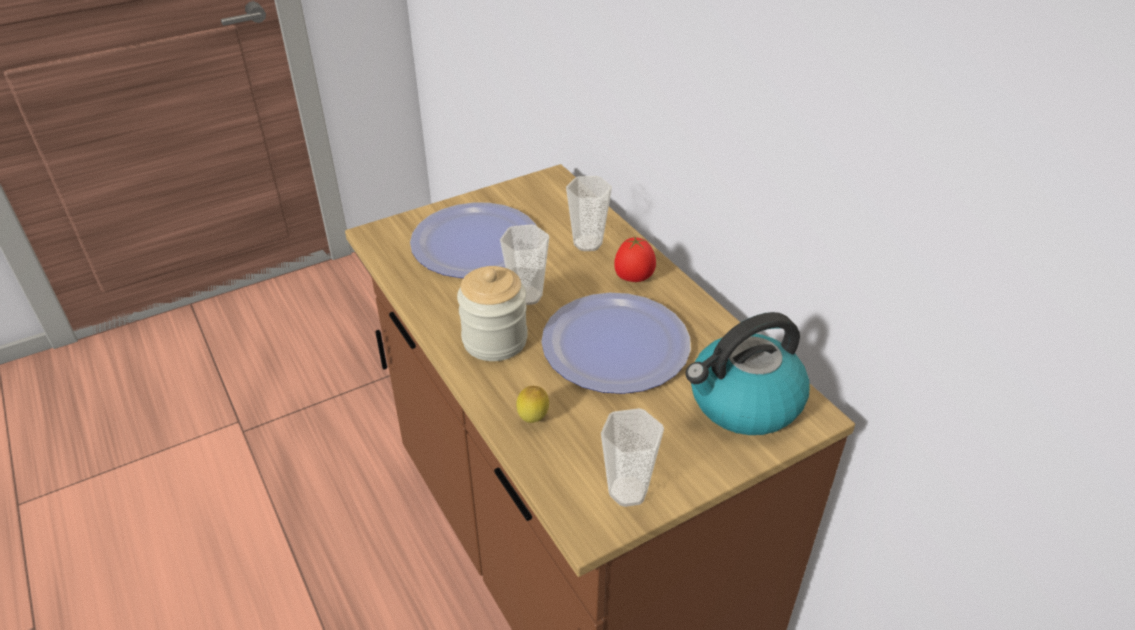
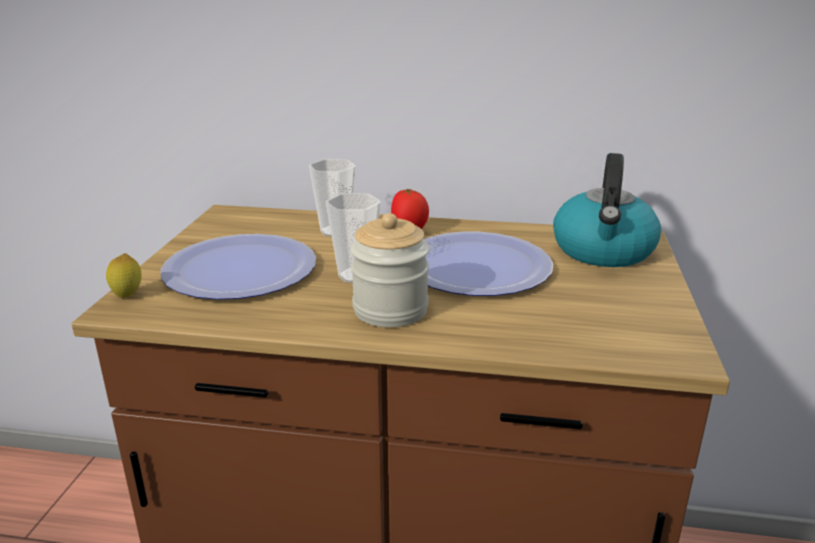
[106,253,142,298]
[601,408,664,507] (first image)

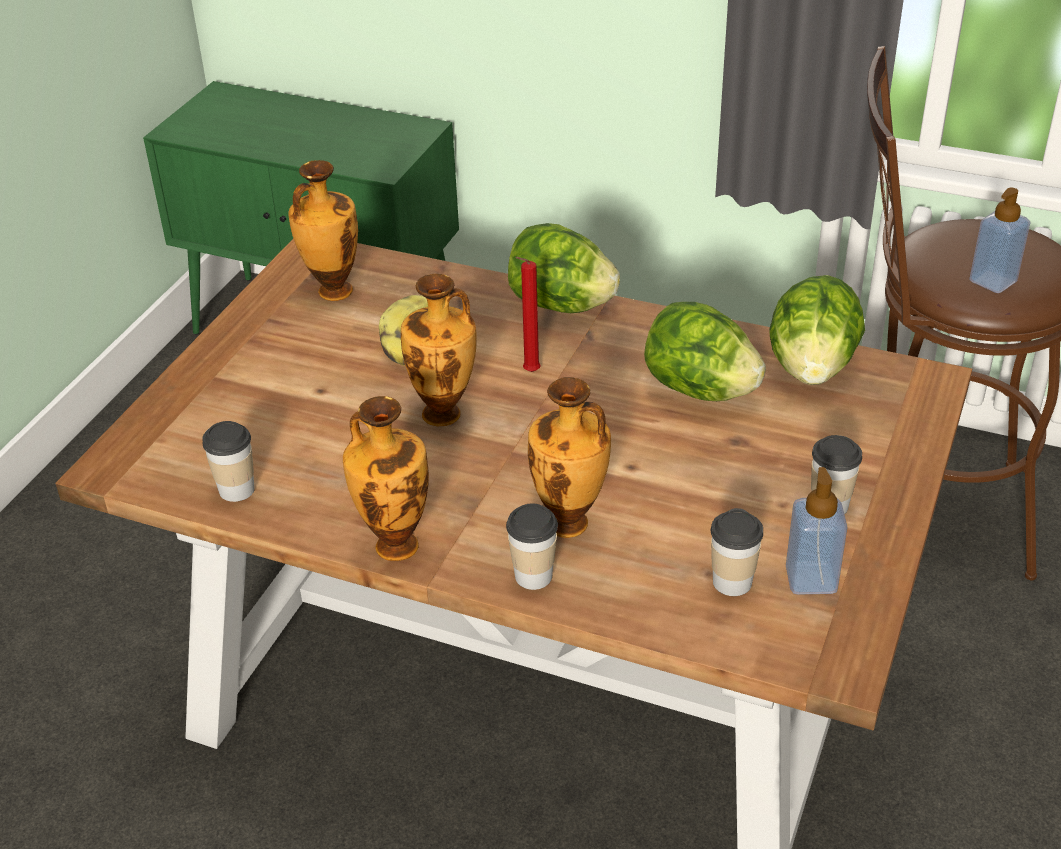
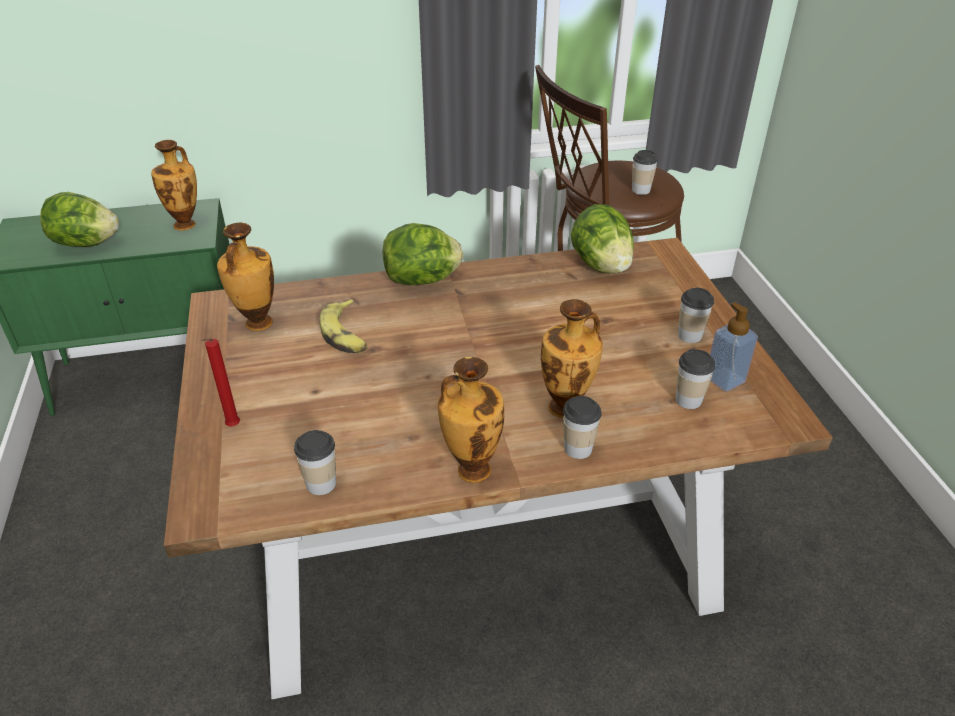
[40,192,119,247]
[151,140,197,231]
[201,338,240,426]
[632,150,658,195]

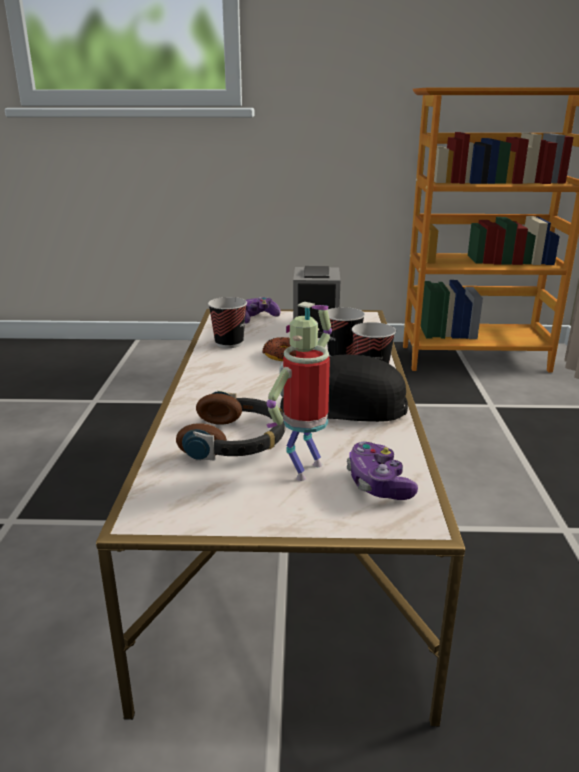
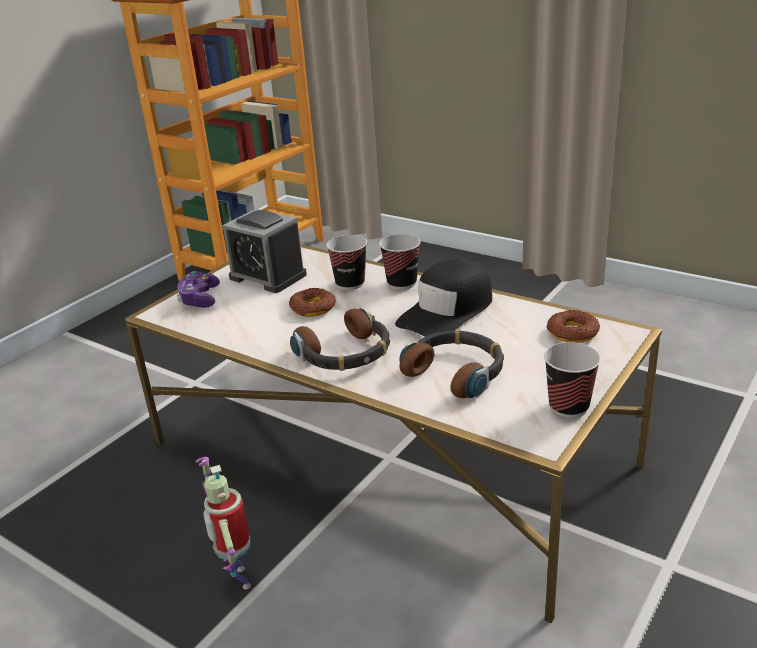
[195,457,251,589]
[290,308,390,371]
[544,342,601,418]
[547,310,600,343]

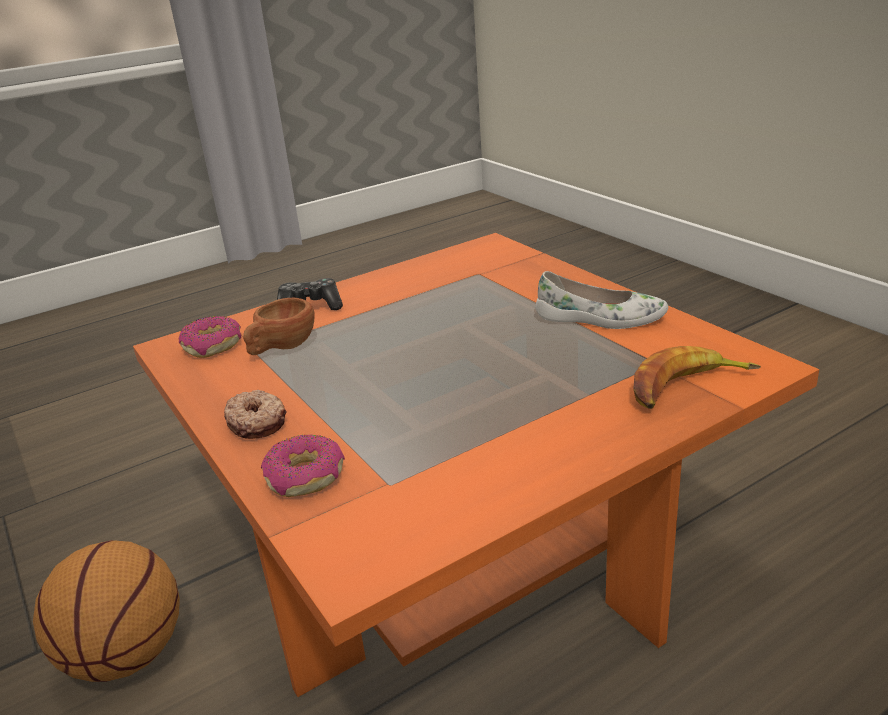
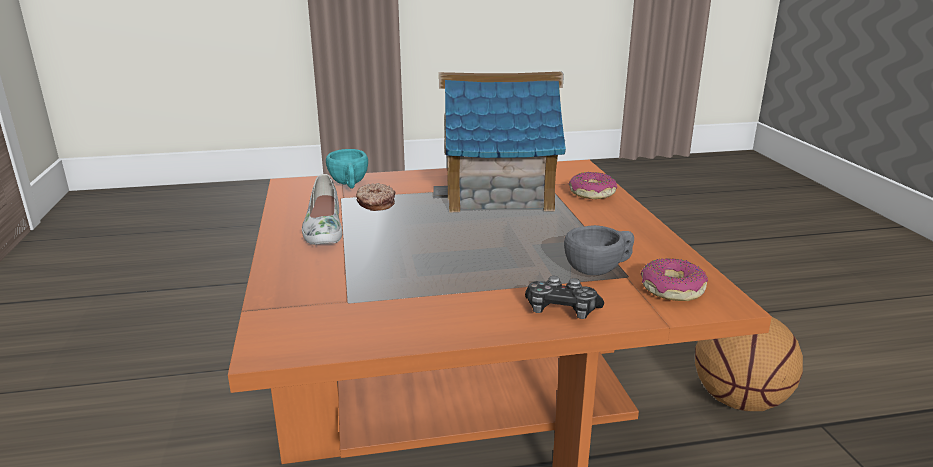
[302,174,343,245]
[326,149,368,189]
[356,183,395,211]
[433,72,566,212]
[564,225,634,275]

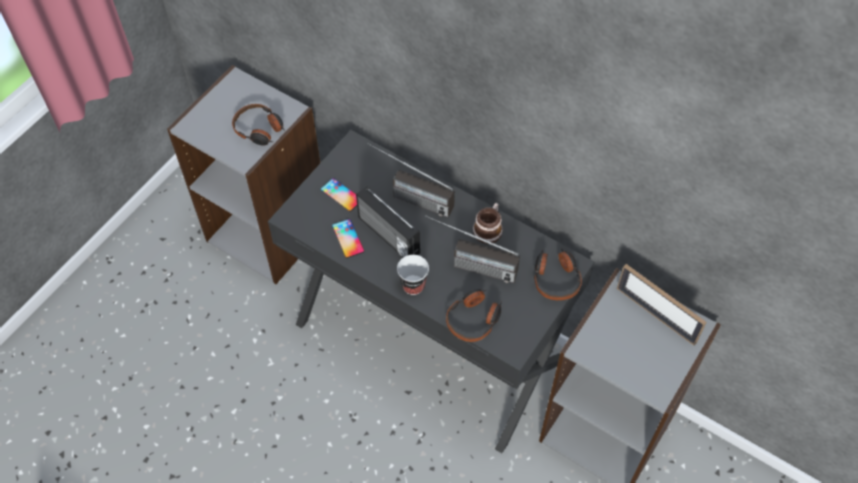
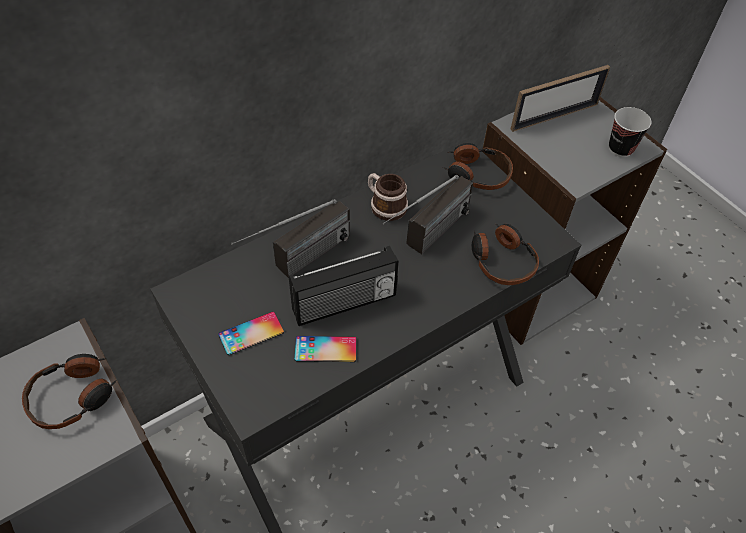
[609,107,651,157]

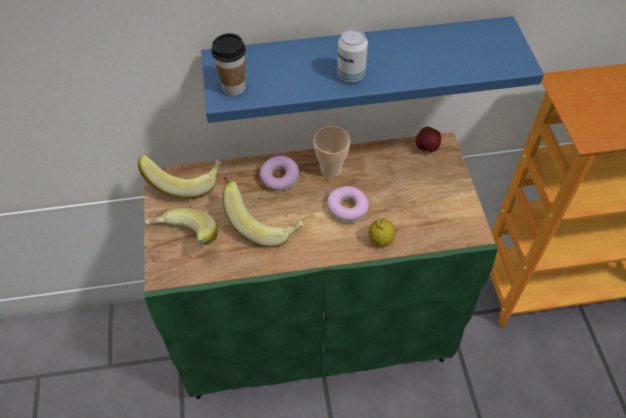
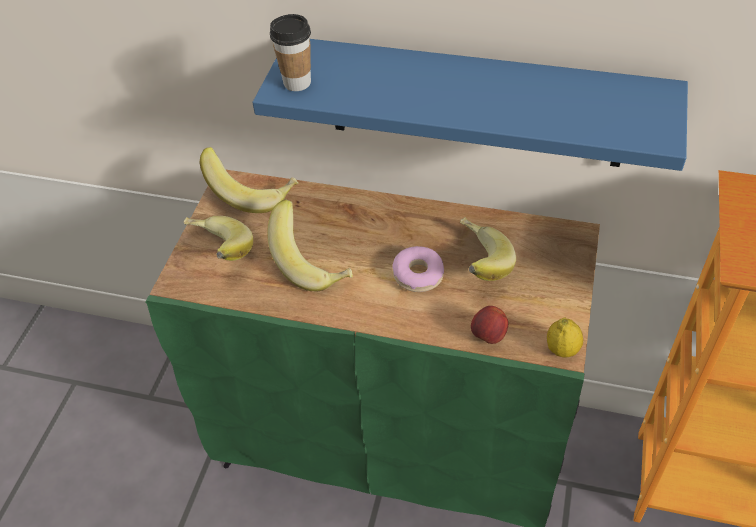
[460,217,516,281]
[471,306,508,344]
[547,317,583,358]
[259,156,299,191] (first image)
[313,126,350,178] (first image)
[337,29,368,82] (first image)

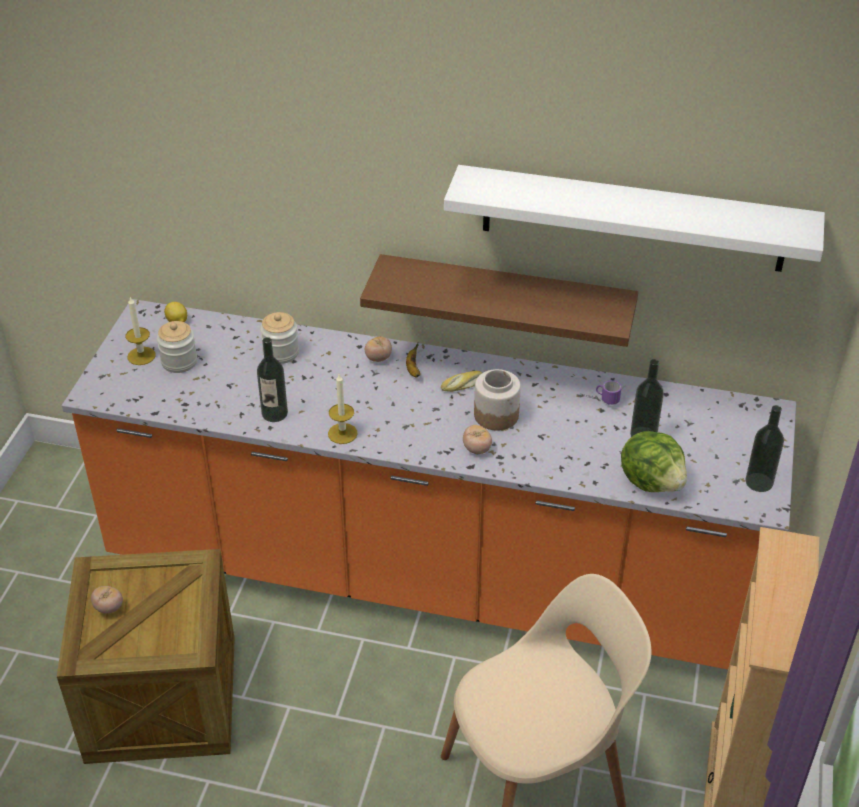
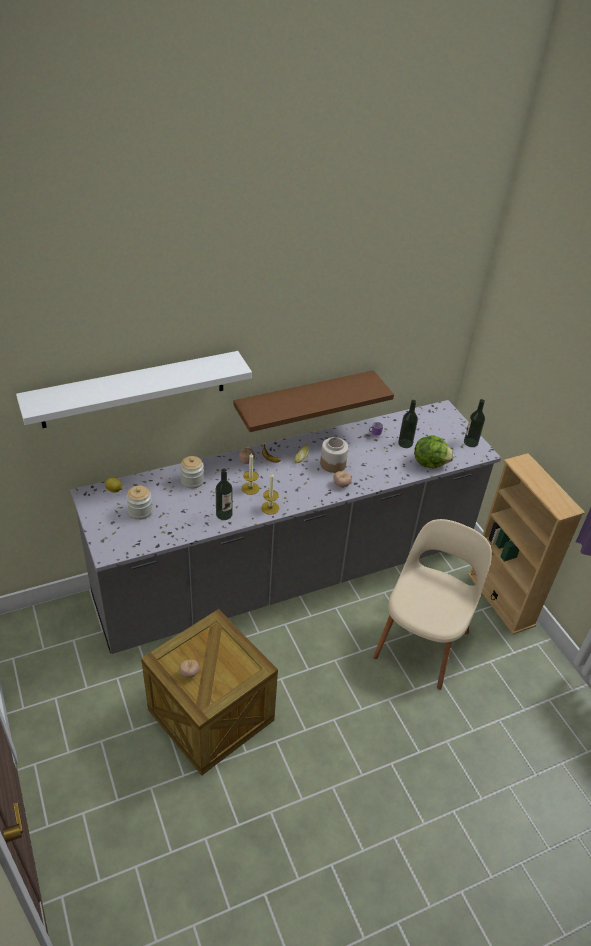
[16,351,252,428]
[70,400,501,654]
[242,452,259,495]

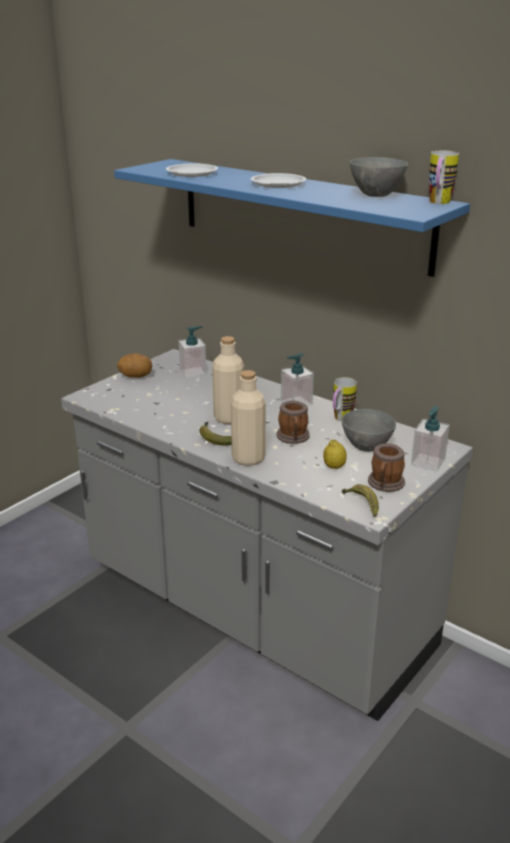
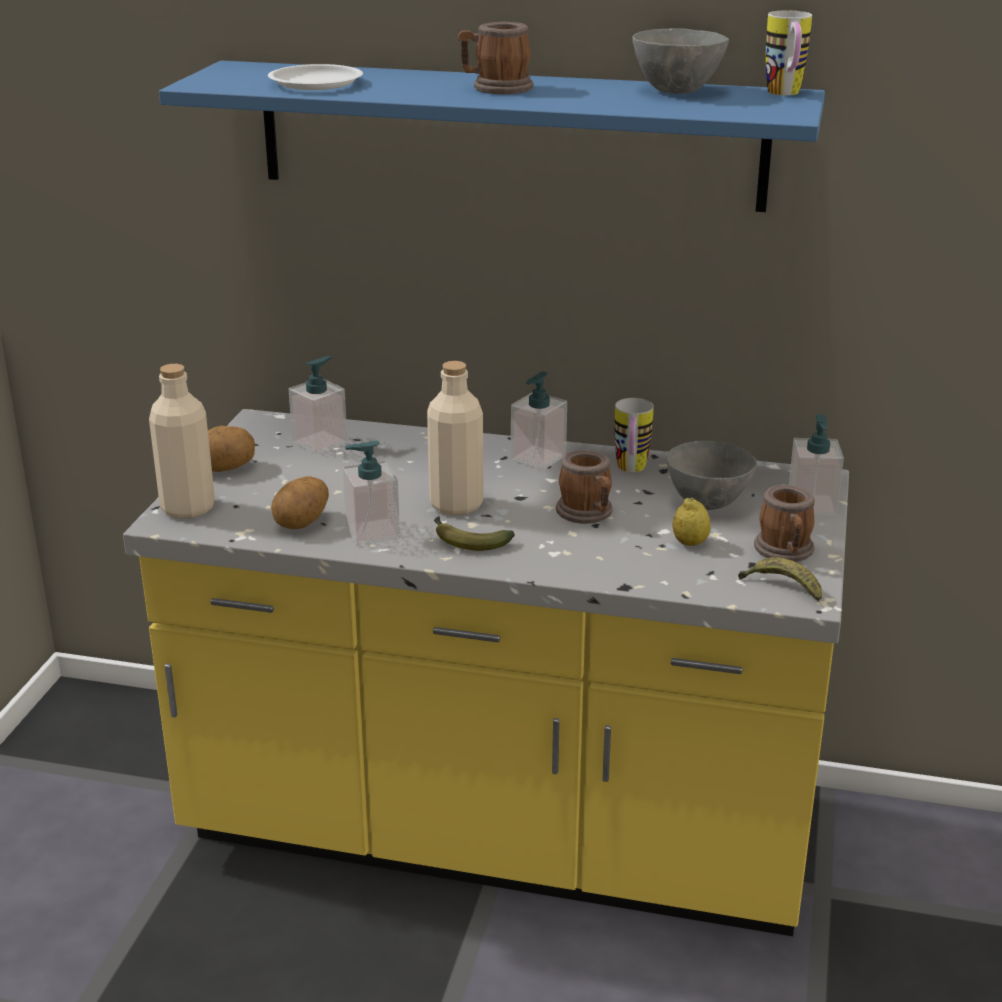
[123,409,849,936]
[149,364,215,519]
[271,476,329,529]
[342,440,400,546]
[458,22,533,94]

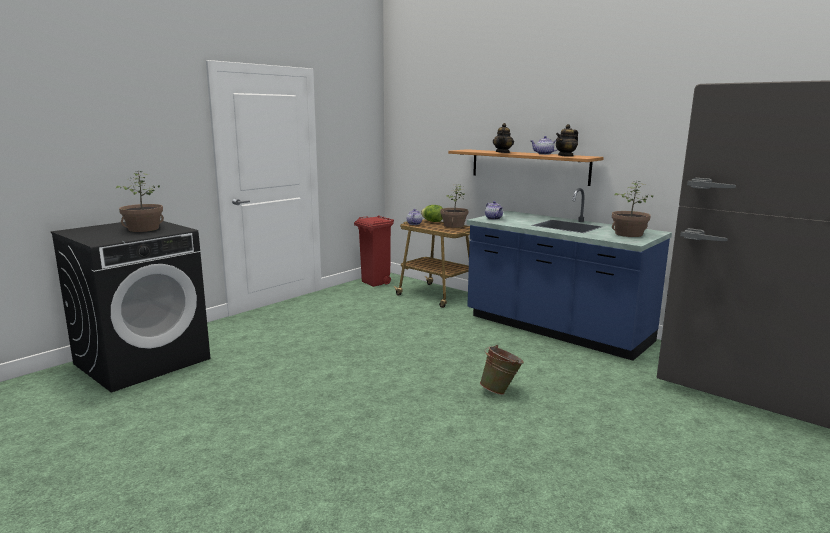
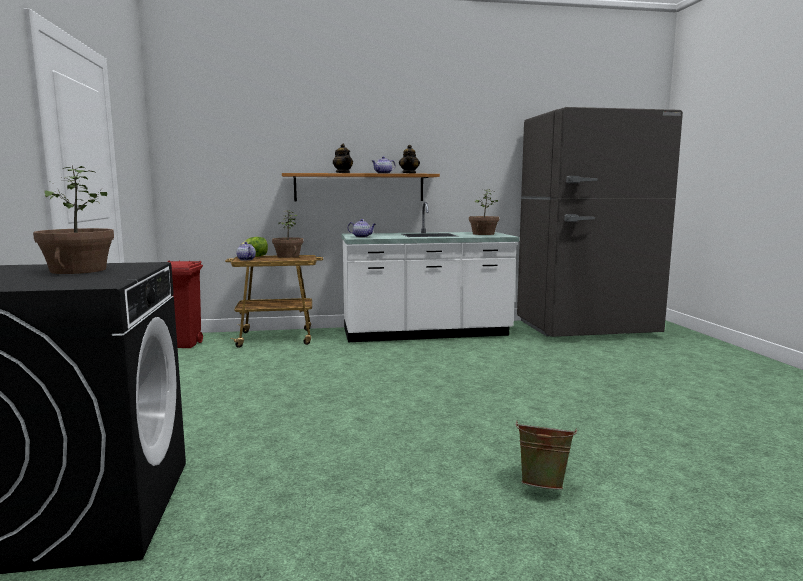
[342,202,519,342]
[515,420,577,490]

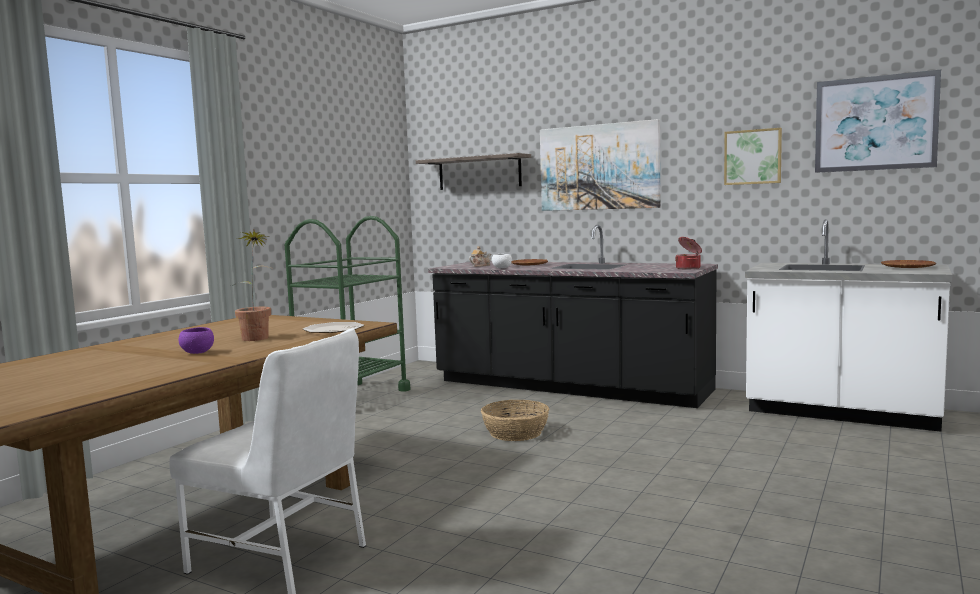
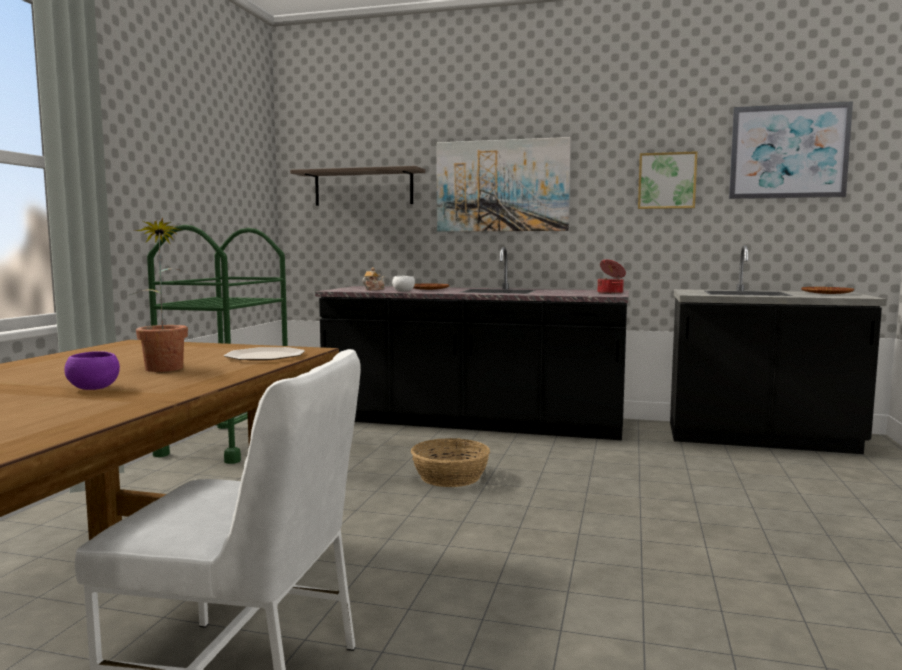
[670,245,887,454]

